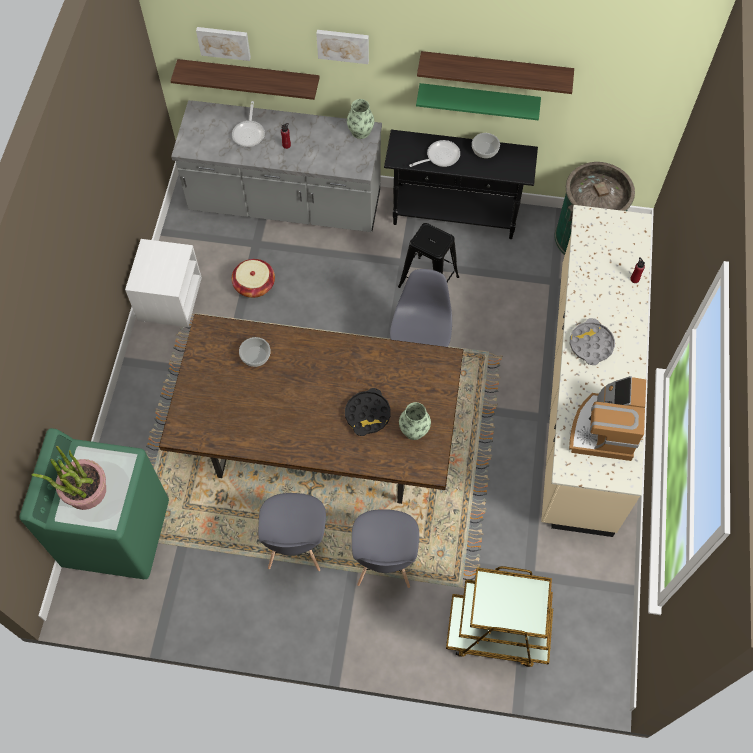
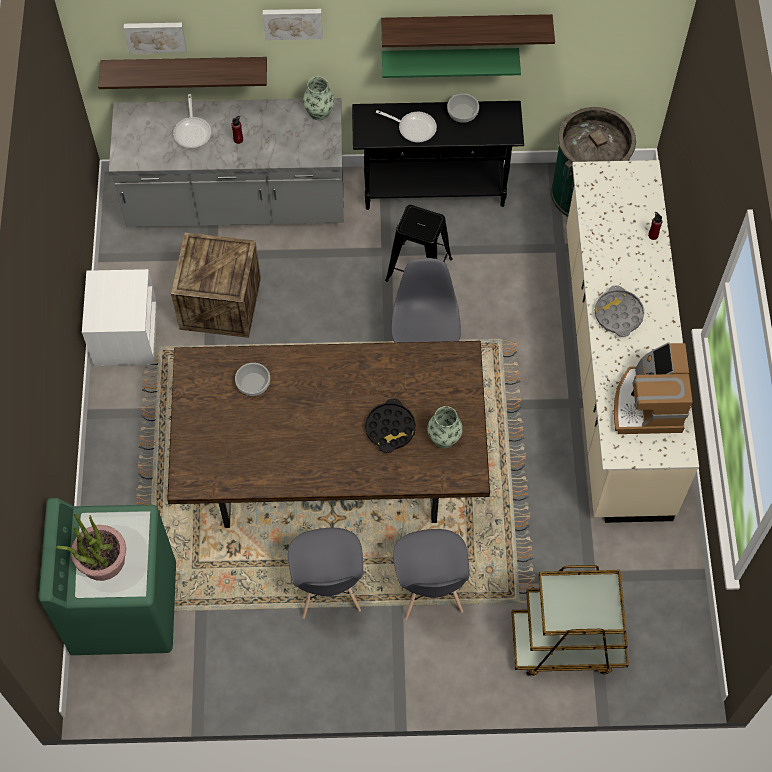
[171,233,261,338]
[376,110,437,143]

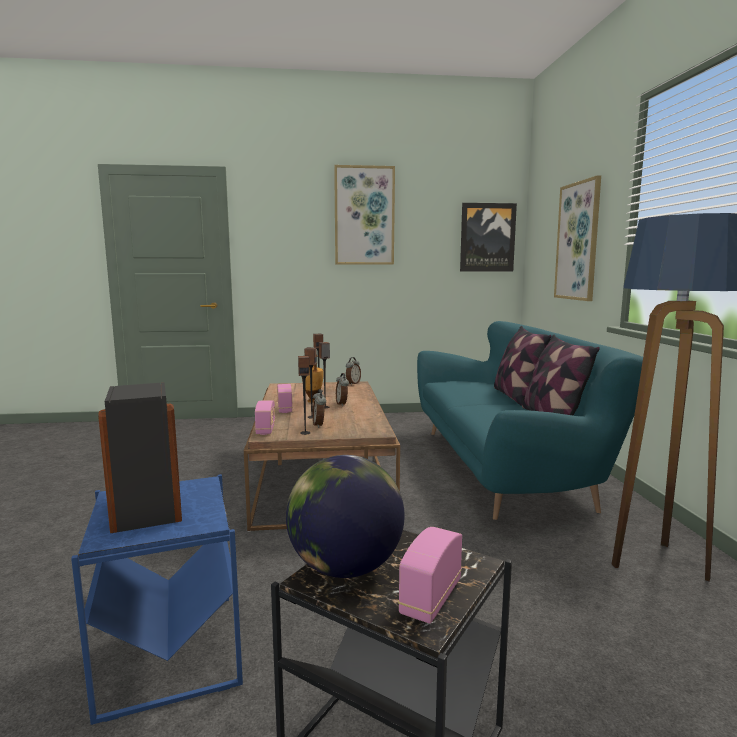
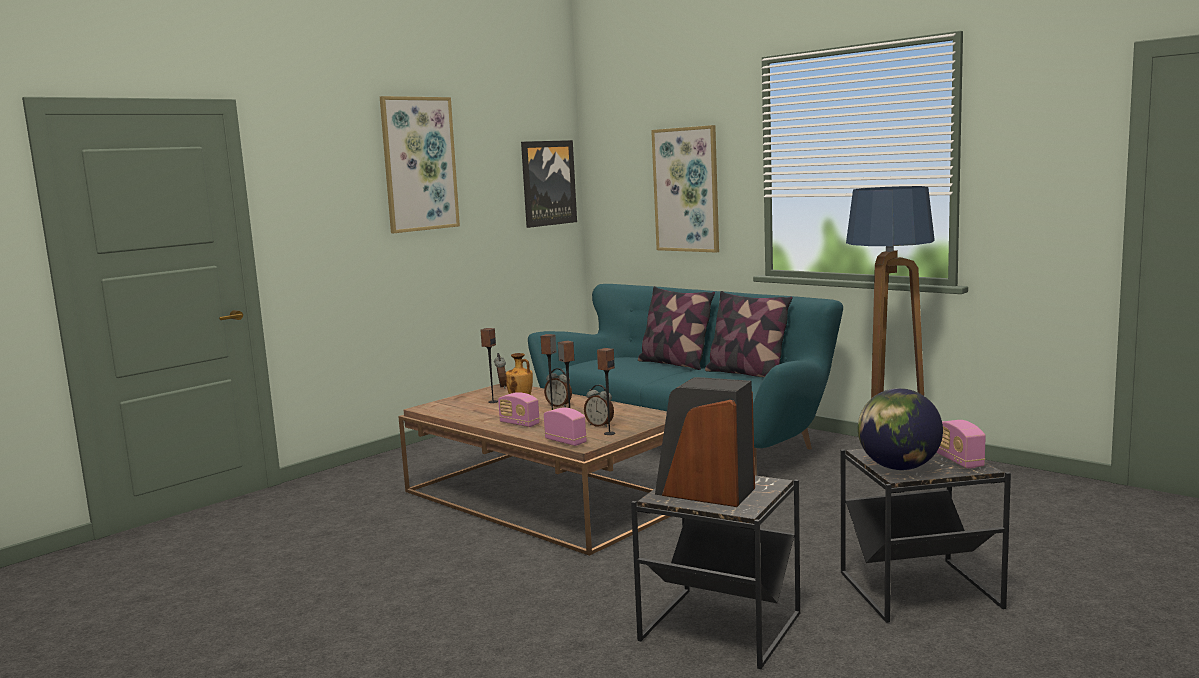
[631,476,800,669]

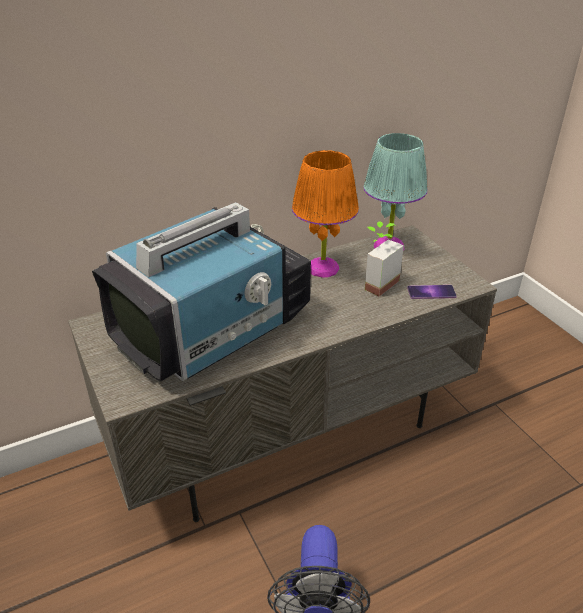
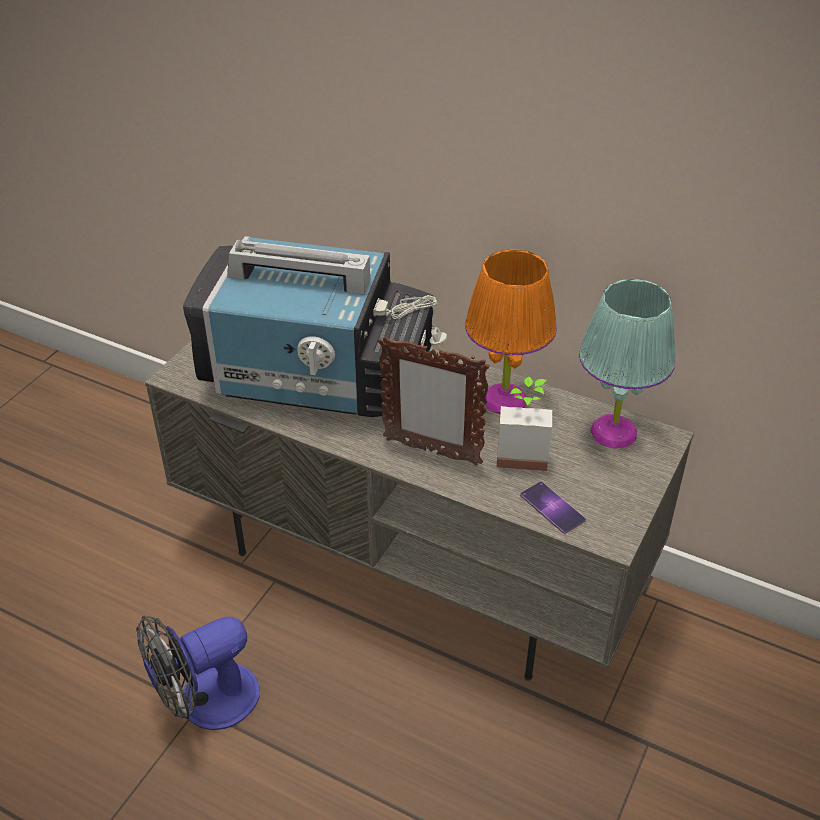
[378,336,490,466]

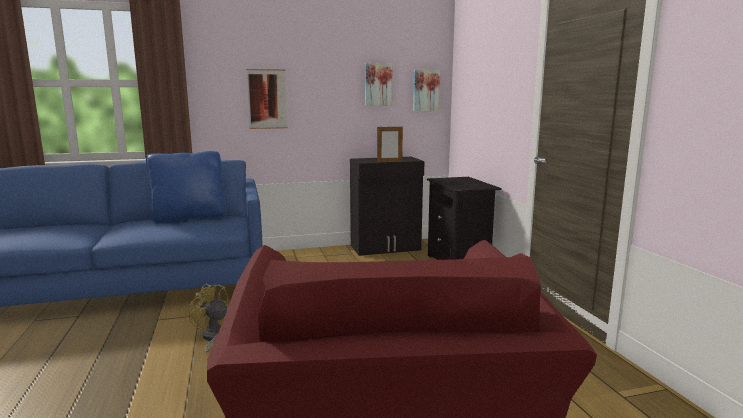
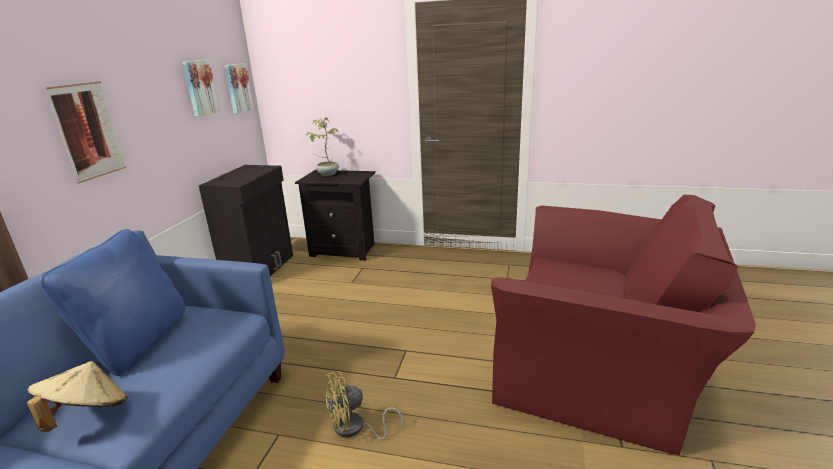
[27,361,128,432]
[307,117,339,176]
[377,126,403,162] (first image)

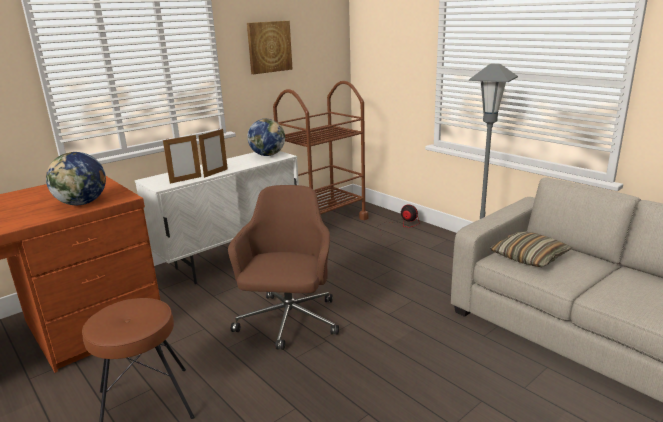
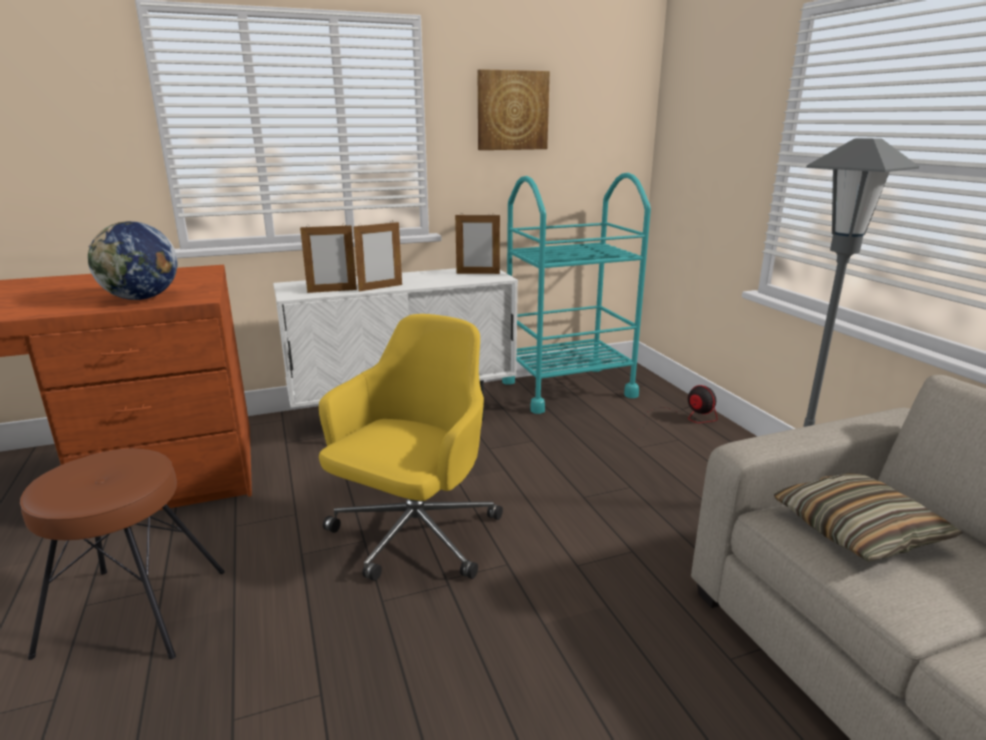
[319,314,503,581]
[455,214,500,274]
[502,173,651,414]

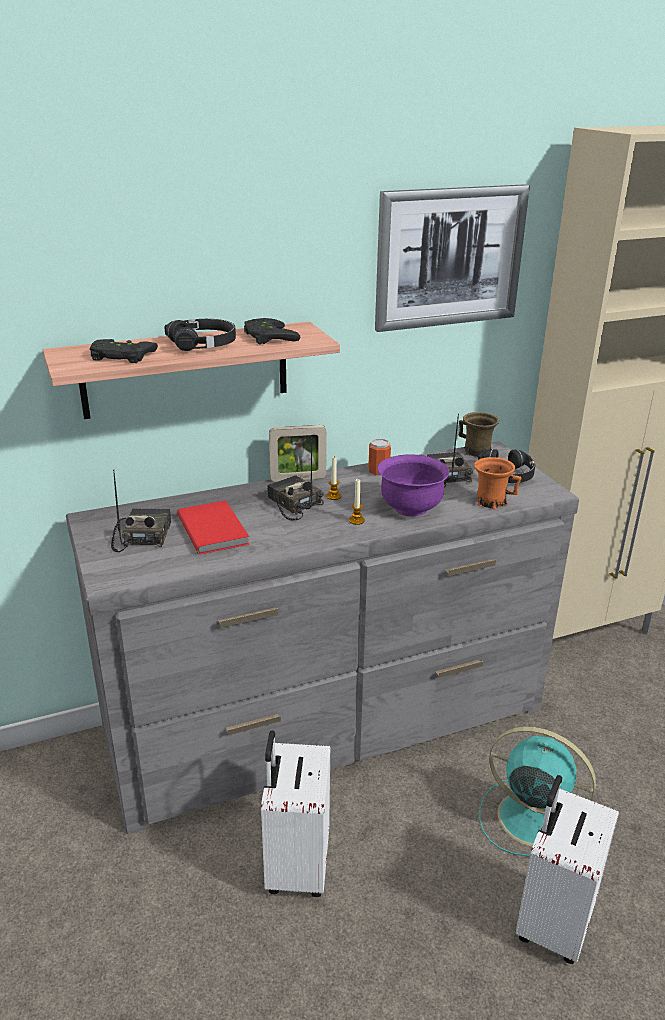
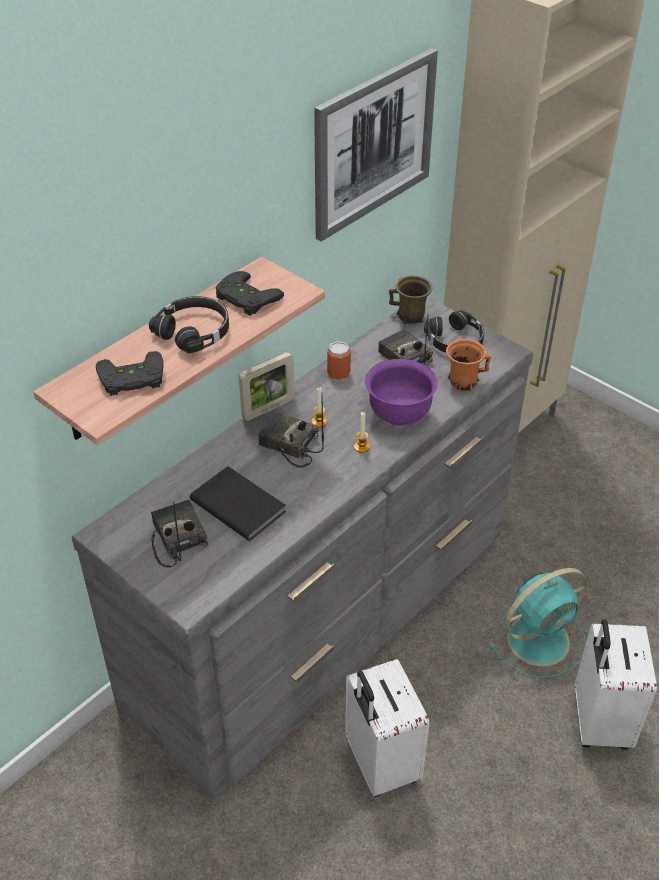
[190,466,286,541]
[489,568,588,678]

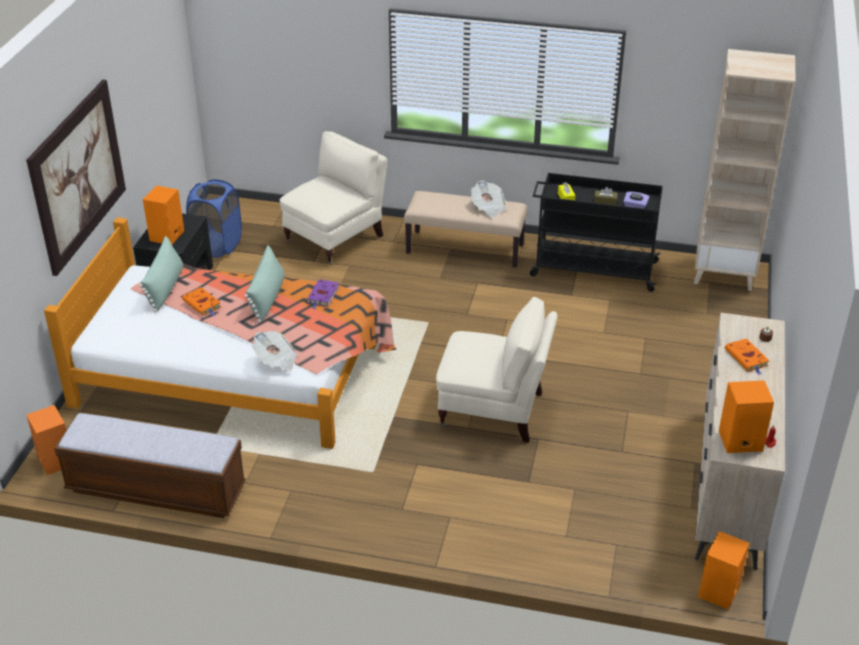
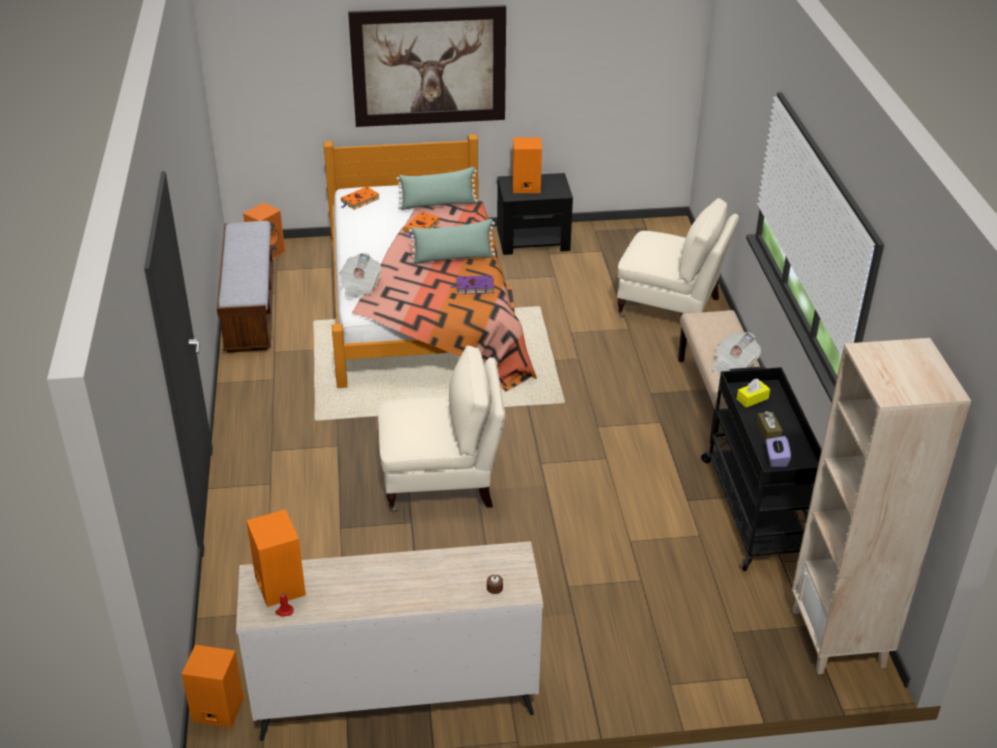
[341,187,380,210]
[378,346,505,512]
[186,179,242,258] (first image)

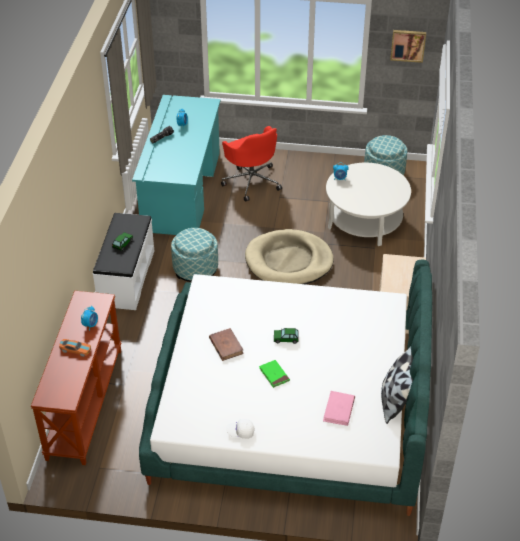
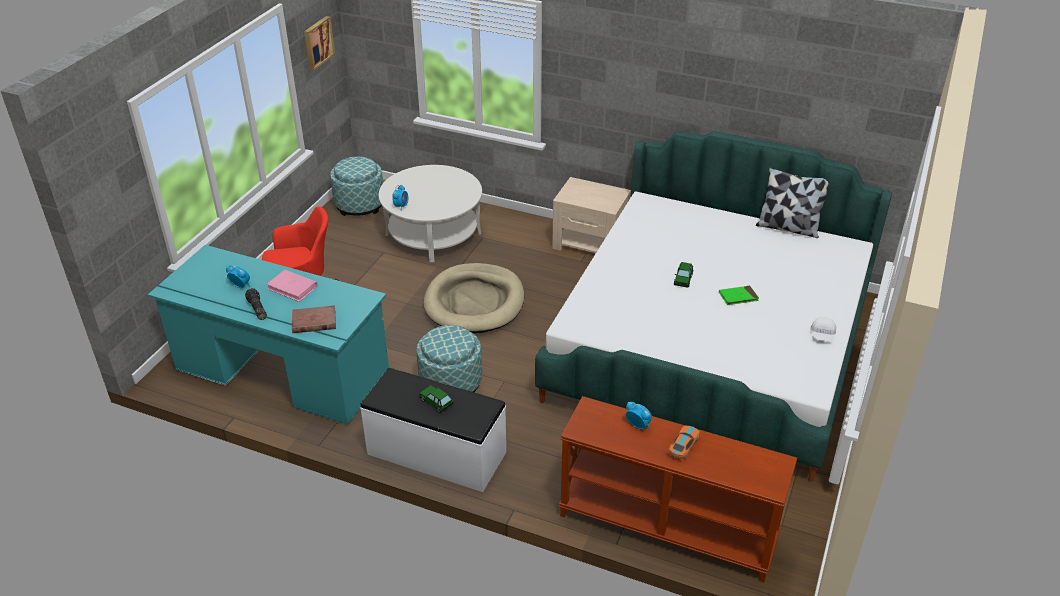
[267,270,317,302]
[292,305,336,333]

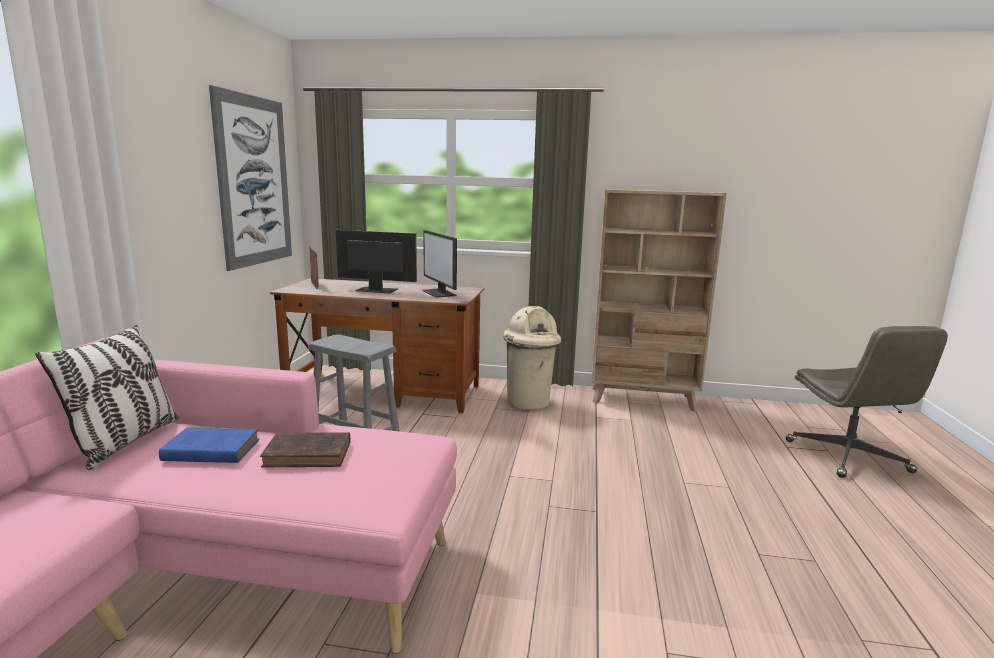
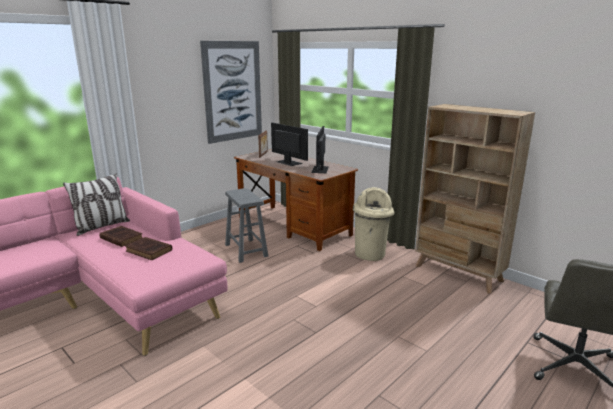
[100,226,142,247]

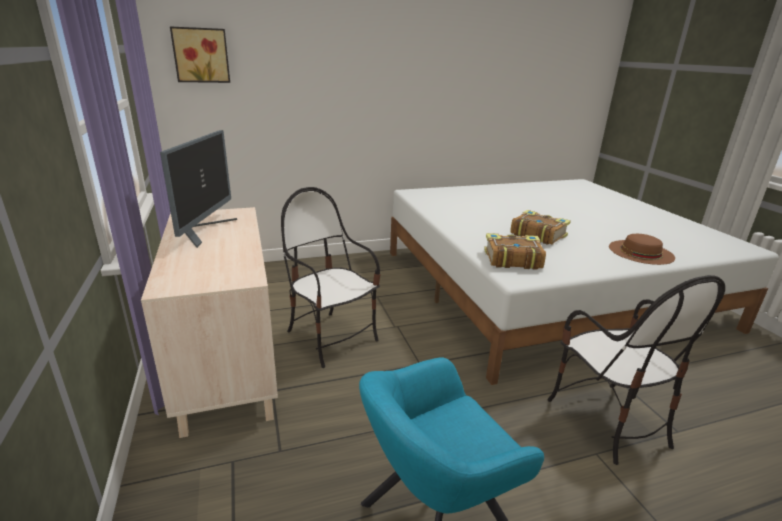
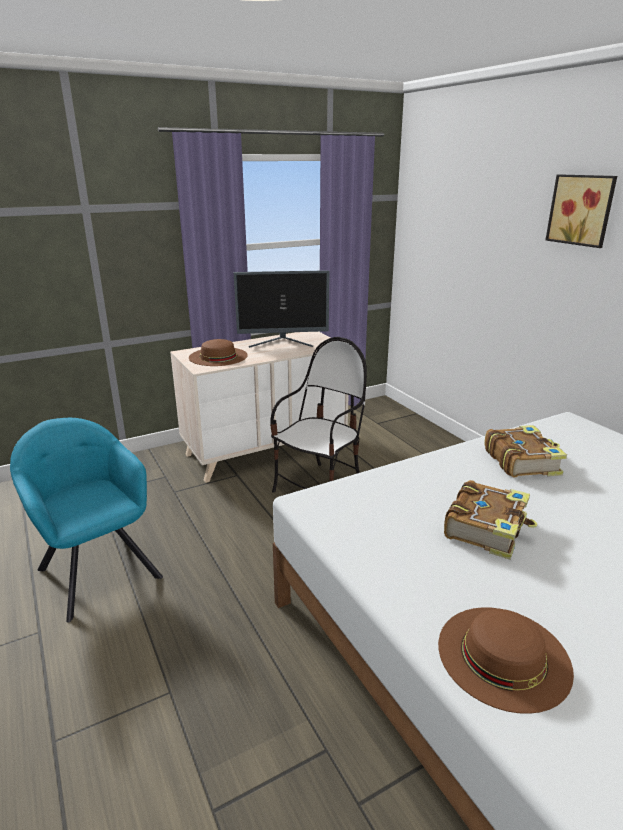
[189,339,248,366]
[484,425,567,477]
[545,174,617,248]
[547,275,725,465] (first image)

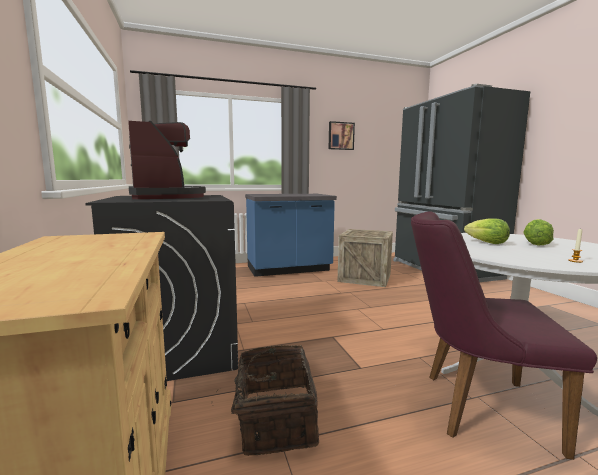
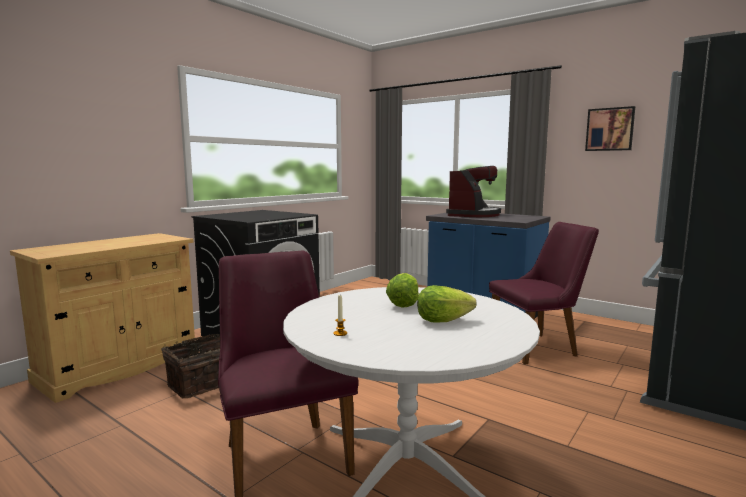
[446,166,501,217]
[489,222,599,365]

